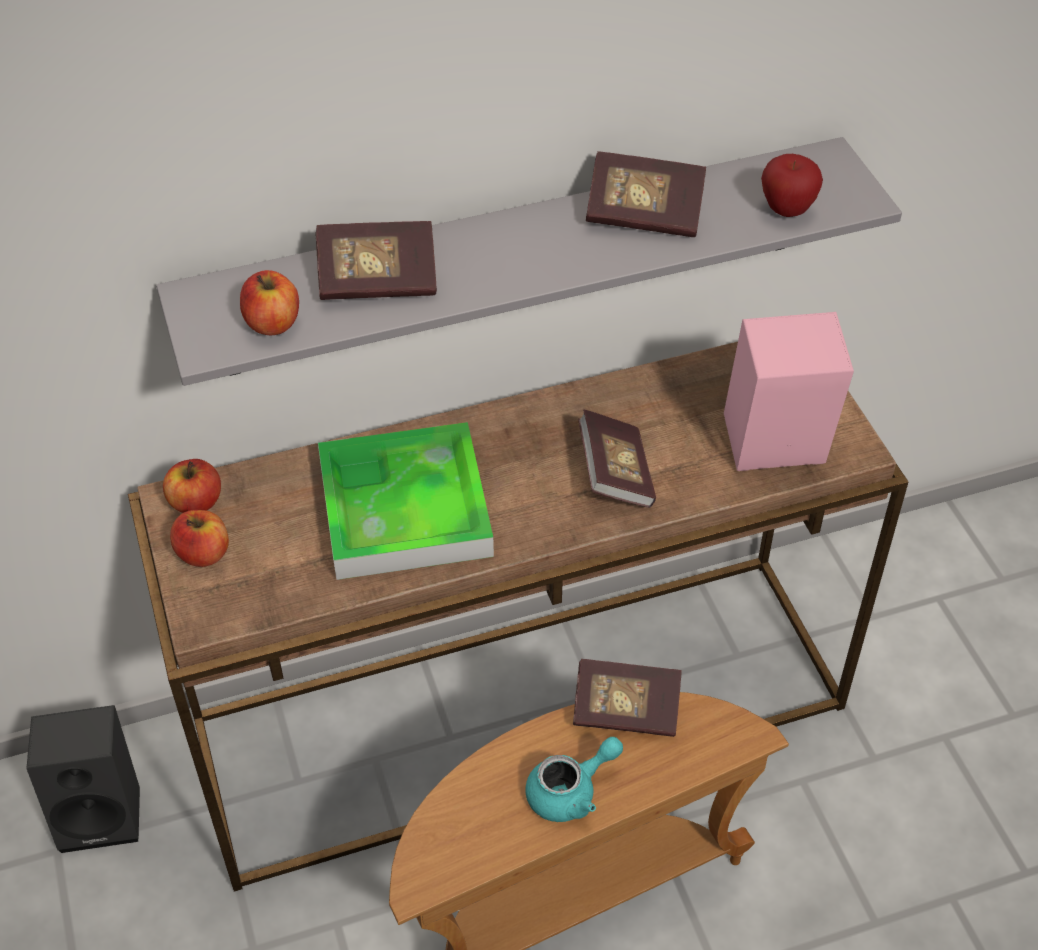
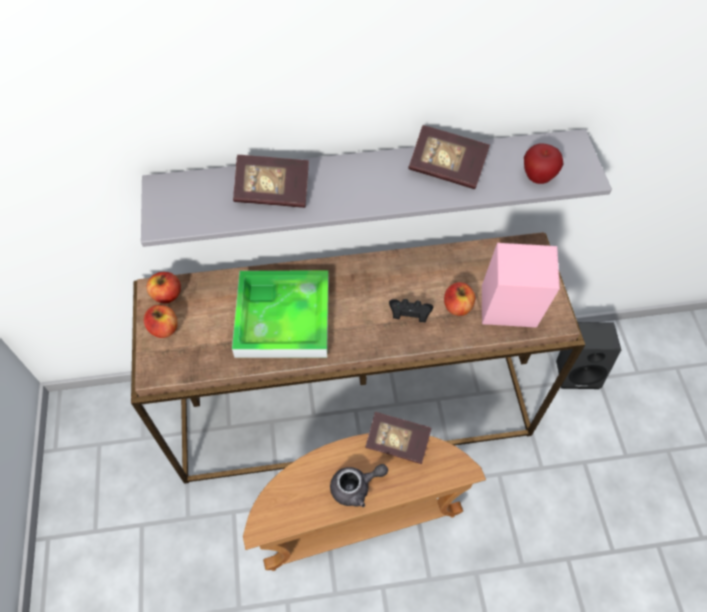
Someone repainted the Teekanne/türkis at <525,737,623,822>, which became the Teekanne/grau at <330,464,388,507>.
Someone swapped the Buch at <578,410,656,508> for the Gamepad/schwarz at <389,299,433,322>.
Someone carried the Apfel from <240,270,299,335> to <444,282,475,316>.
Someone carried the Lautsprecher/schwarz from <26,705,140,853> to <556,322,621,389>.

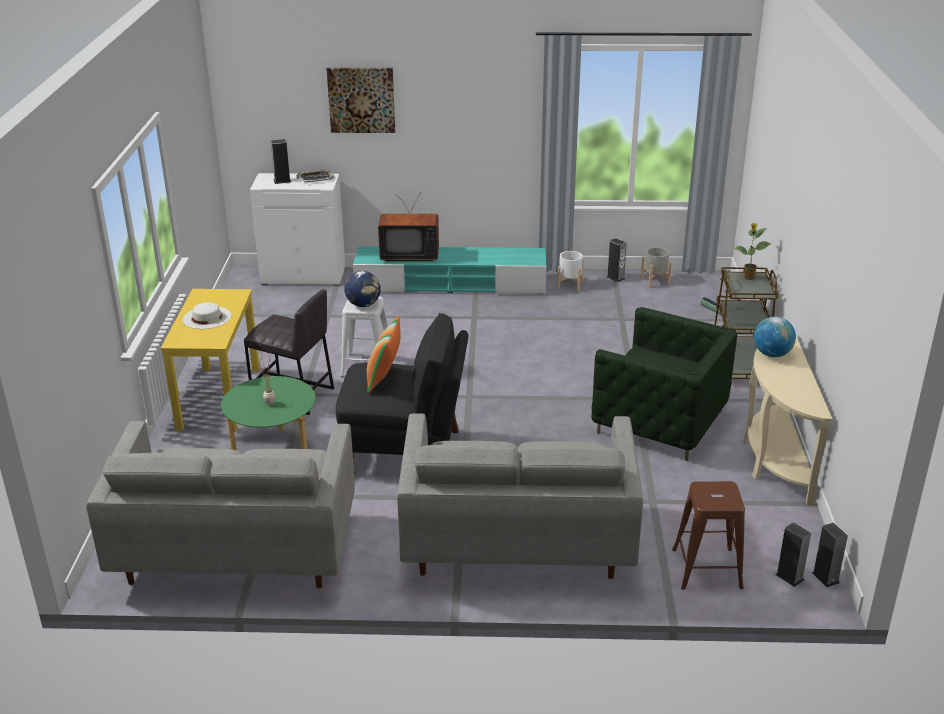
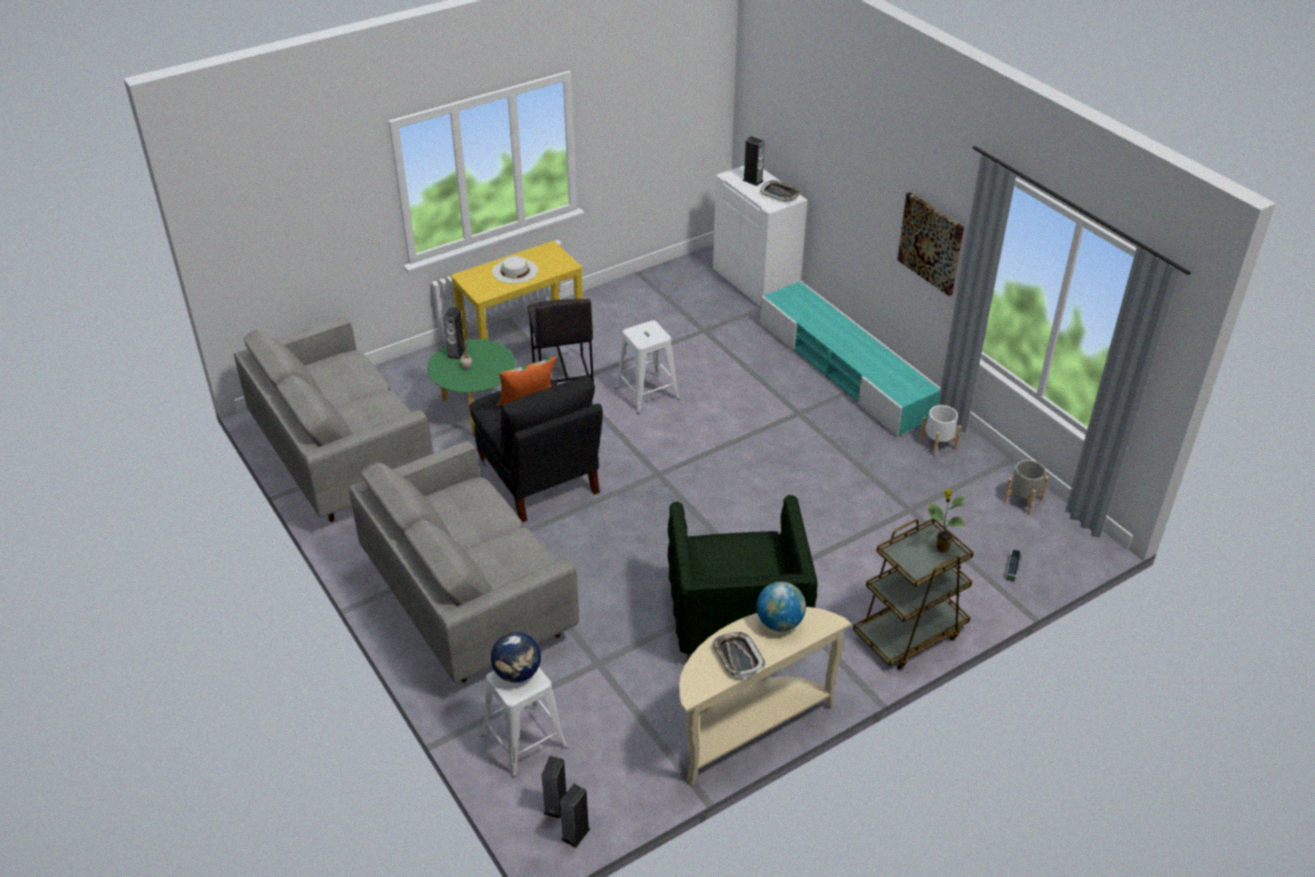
Someone carried the Lautsprecher from <607,238,627,282> to <444,307,465,359>.
Someone repainted the Hocker/braun at <672,481,745,590>, which became the Hocker/weiß at <481,668,568,777>.
Someone carried the Globus from <344,271,381,307> to <491,632,541,683>.
Someone put down the Tablett at <712,632,766,678>.
Someone carried the Bild from <327,68,395,133> to <897,192,964,296>.
Someone took away the Fernseher at <378,193,439,261>.

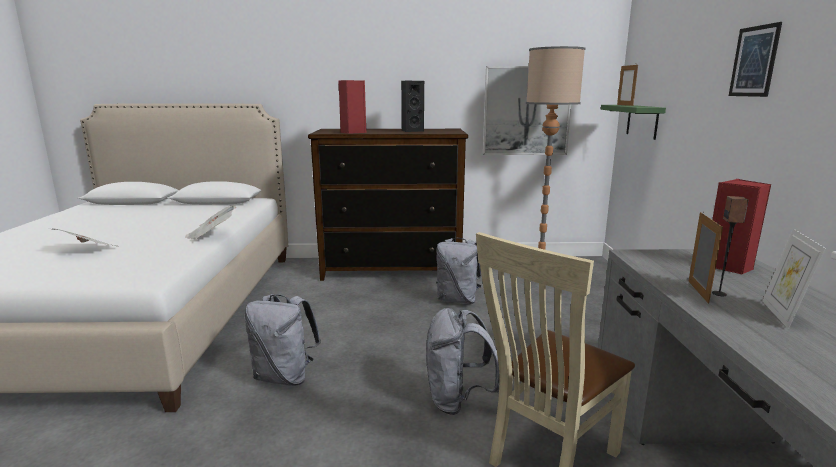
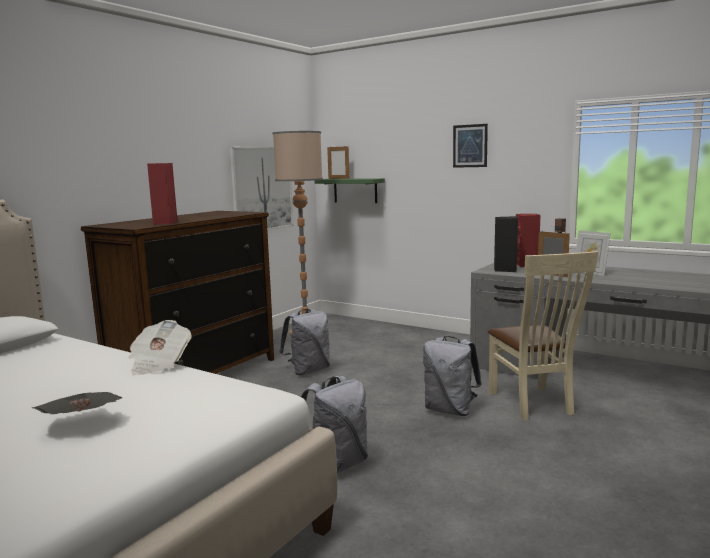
Someone carried the Lautsprecher/schwarz from <401,81,424,132> to <494,216,518,272>.

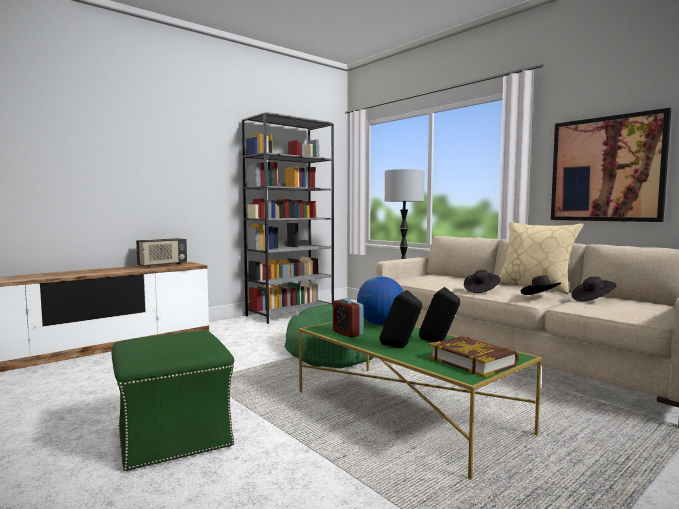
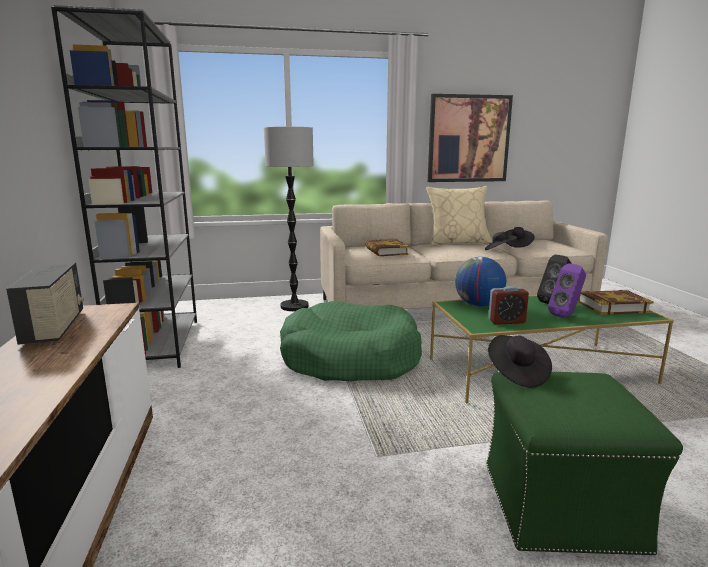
Someone put down the Buch at <365,239,409,256>.
Someone carried the Hut/schwarz from <464,270,500,293> to <488,335,552,388>.
Someone repainted the Lautsprecher/schwarz at <379,290,422,348>, which became the Lautsprecher/lila at <548,264,586,318>.

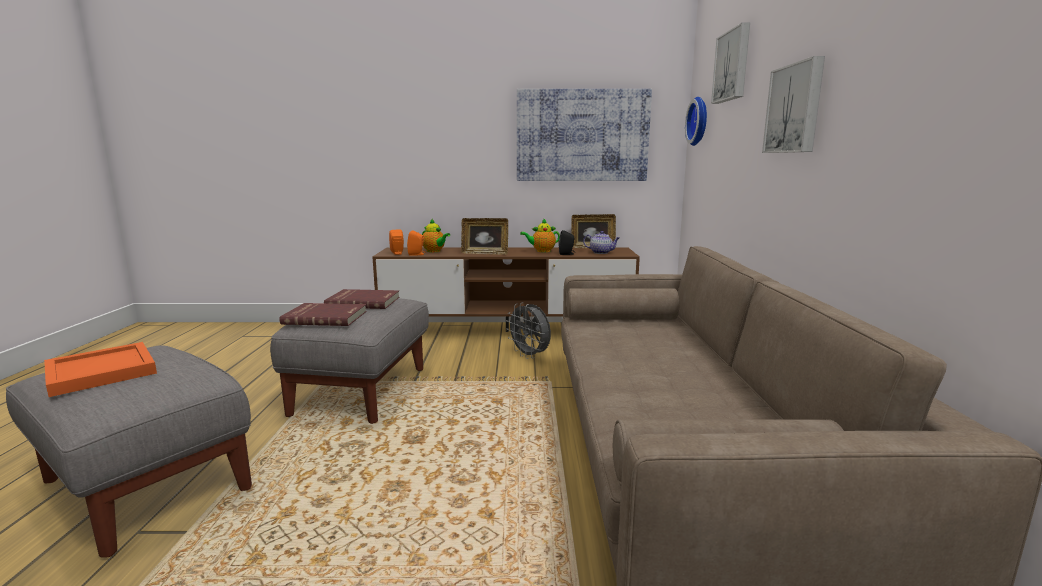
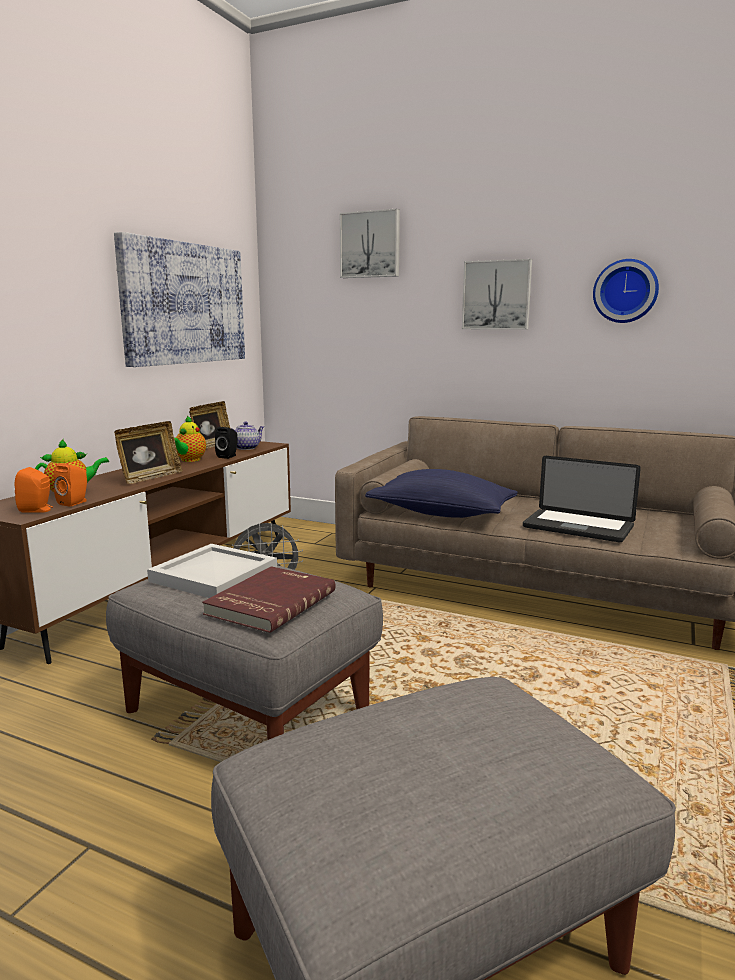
Someone swapped the Buch/rot at <324,289,399,309> for the Tablett/weiß at <147,544,277,598>.
Someone put down the Kissen/blau at <365,469,518,518>.
Someone put down the Laptop at <523,456,641,542>.
Someone carried the Wanduhr from <685,97,707,146> to <593,259,659,323>.
Someone took away the Tablett/orange at <44,342,157,397>.

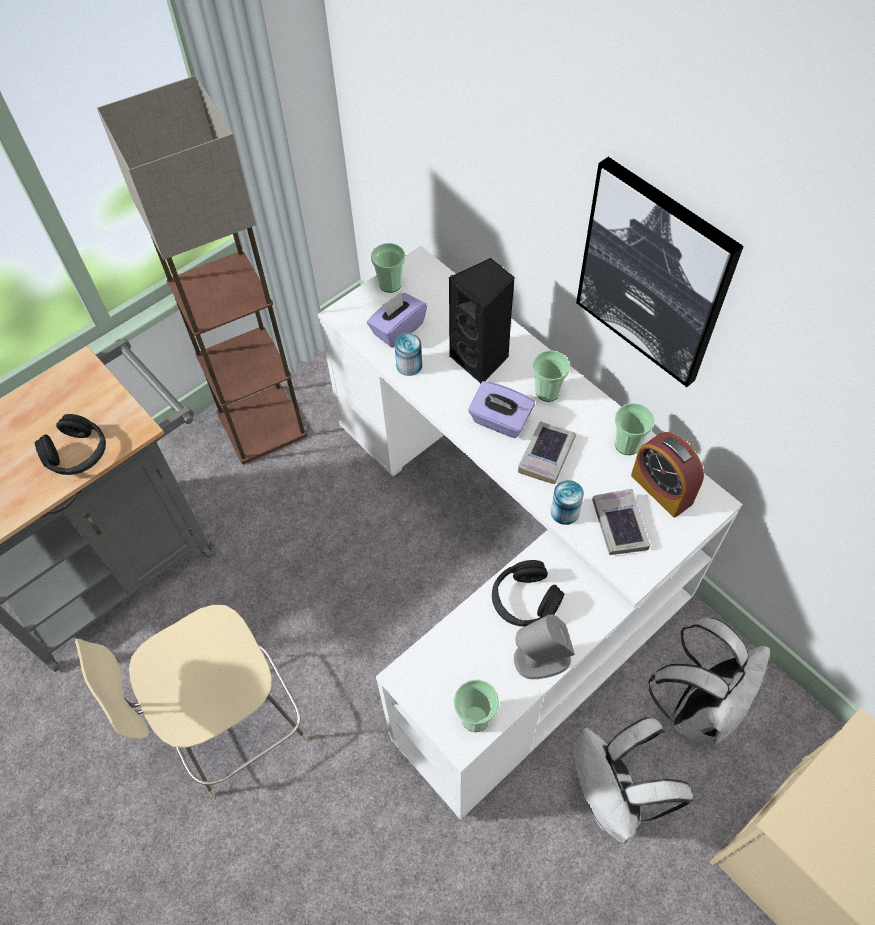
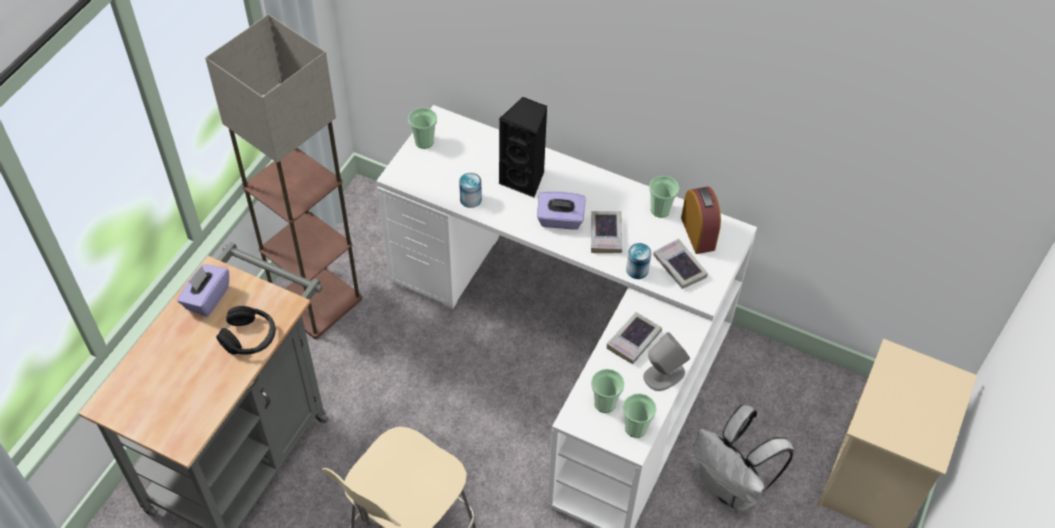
Someone carried the Taschentuchbox/lila from <367,292,427,348> to <177,264,229,317>.
Someone carried the Tasse from <532,350,570,402> to <591,369,624,413>.
Someone swapped the Kopfhörer/schwarz at <492,560,564,626> for the Buch at <607,312,662,364>.
Someone rotated the Wecker at <631,432,704,518> by 135 degrees counterclockwise.
Someone took away the Bild at <576,157,744,387>.
Someone took away the Rucksack/weiß at <648,618,770,744>.

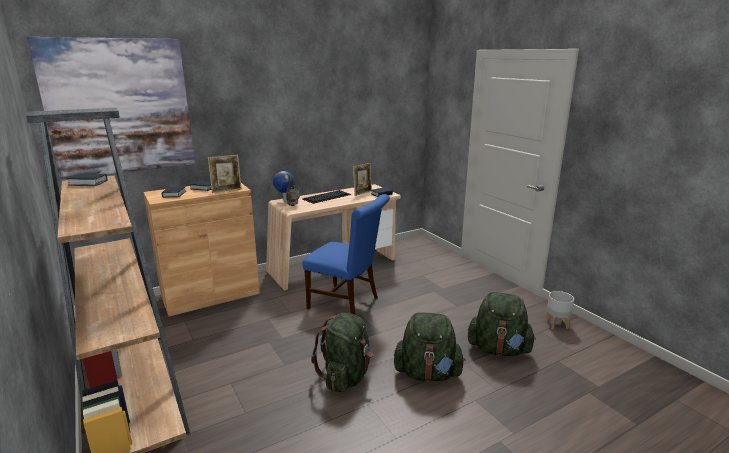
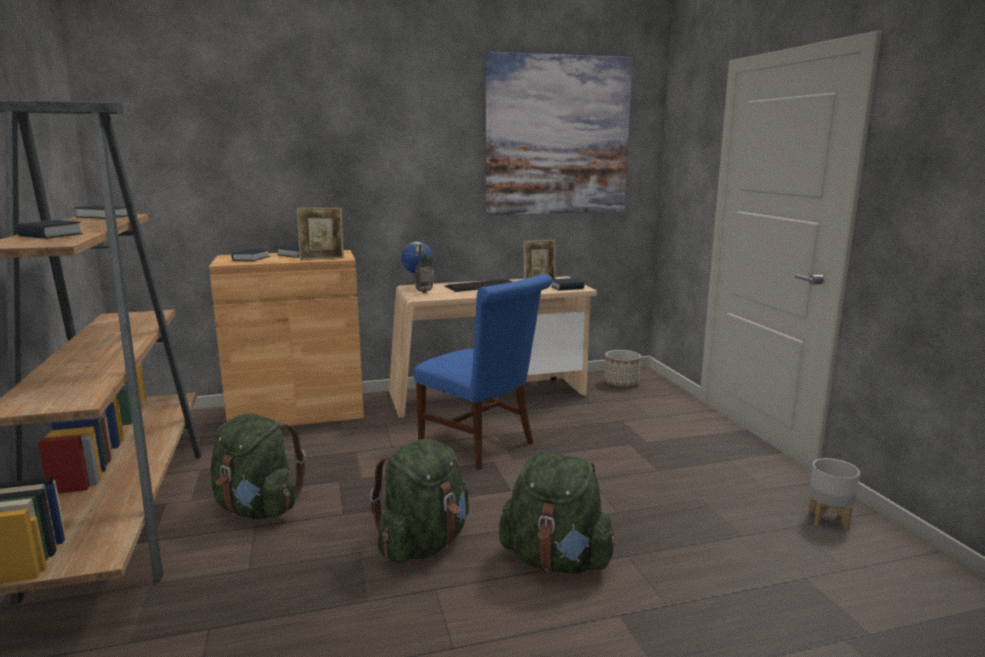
Someone put down the Buch at <16,220,83,239>.
Someone carried the Rucksack/grün from <468,292,536,356> to <210,414,306,519>.
Someone carried the Bild from <27,37,195,179> to <486,52,633,215>.
Someone put down the Pflanzkübel at <604,350,641,387>.

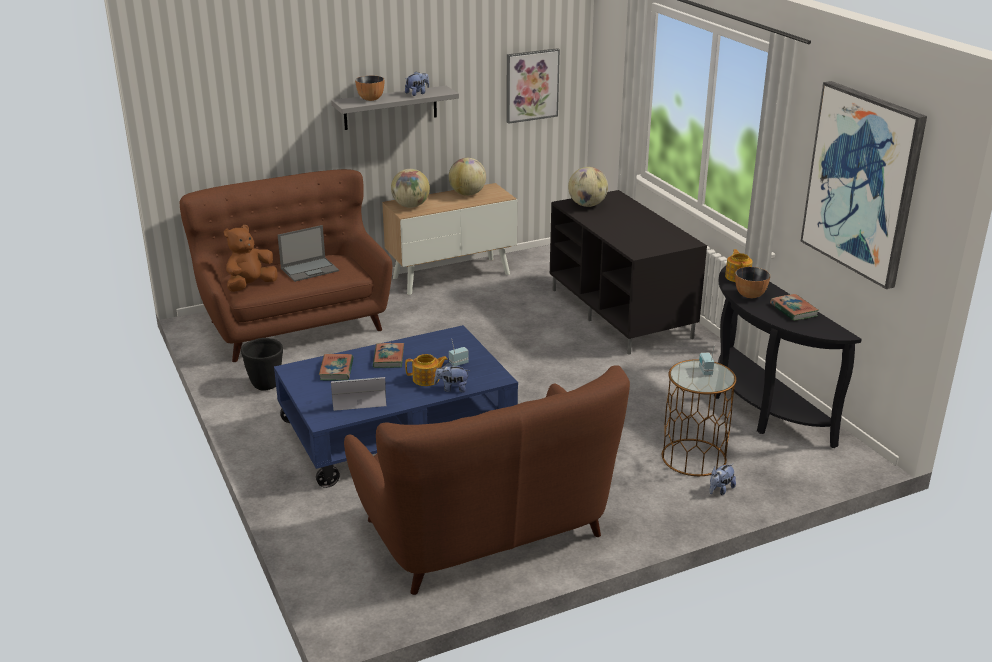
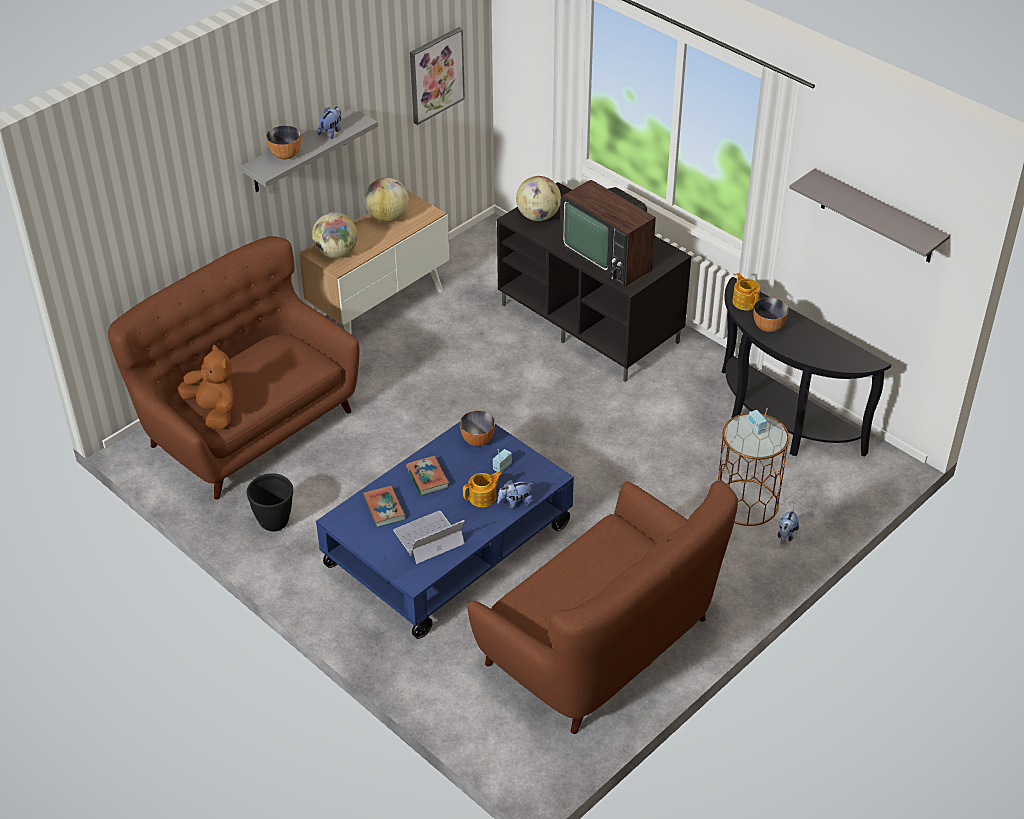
Someone rotated the Plüschtier/braun at <224,225,278,292> by 120 degrees clockwise.
Someone put down the Schüssel at <460,410,495,446>.
Someone put down the Fernseher at <560,180,656,287>.
Someone swapped the Bild at <801,81,927,289> for the Wandregal/grau at <789,168,950,262>.
Someone took away the Laptop at <278,225,339,282>.
Someone took away the Buch at <770,294,819,321>.

